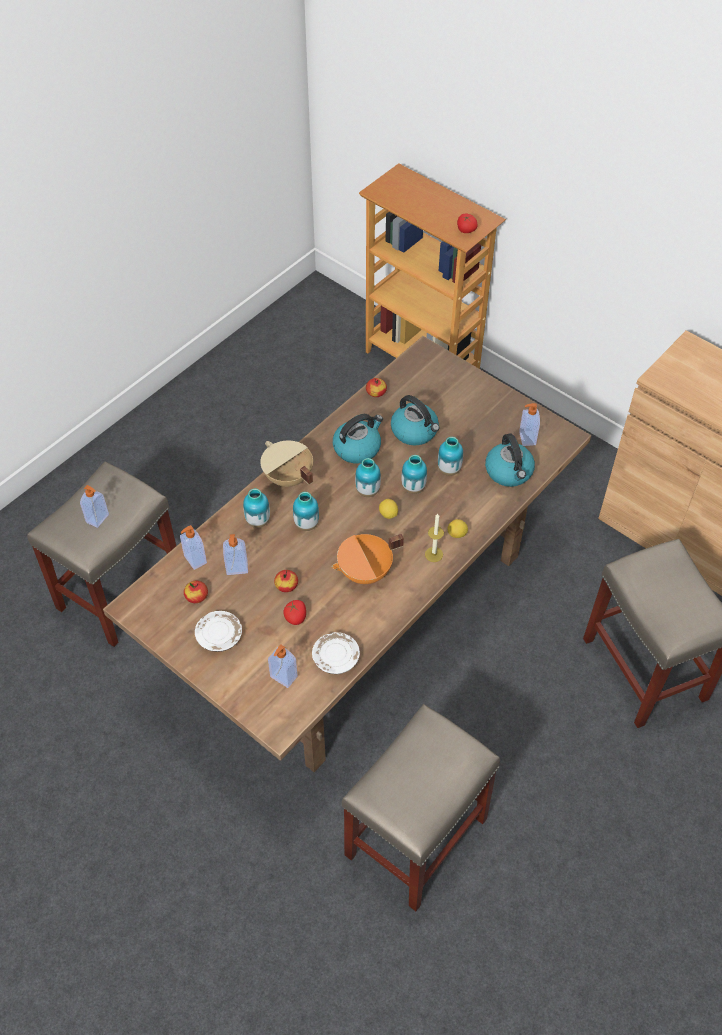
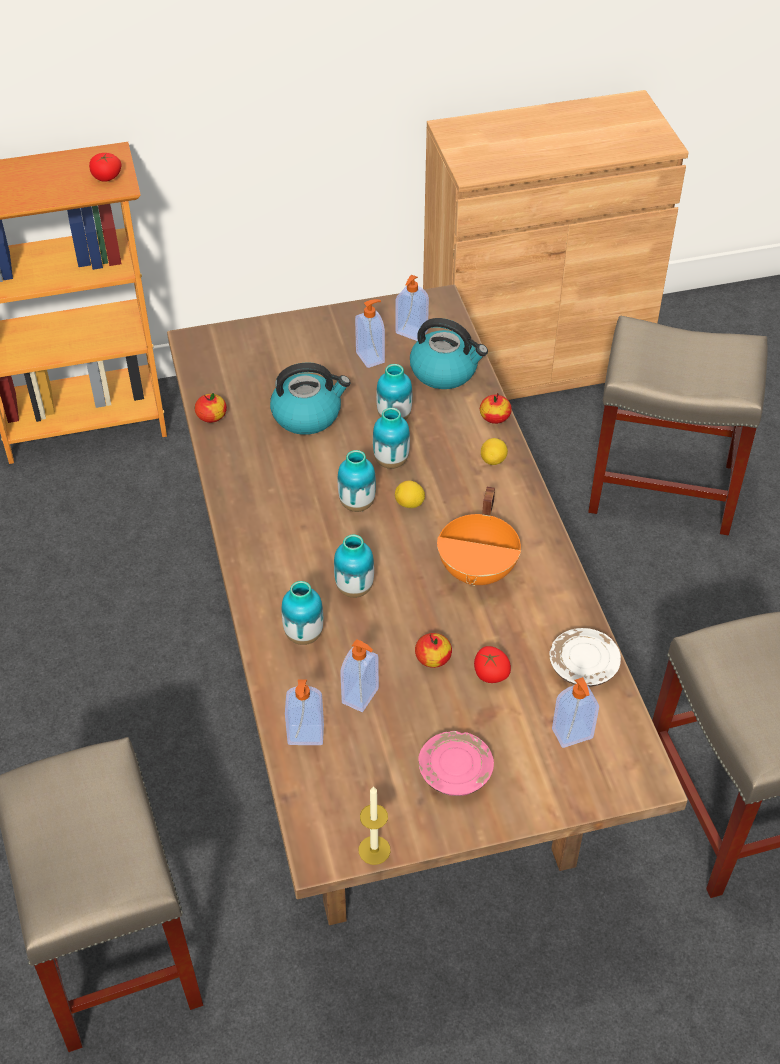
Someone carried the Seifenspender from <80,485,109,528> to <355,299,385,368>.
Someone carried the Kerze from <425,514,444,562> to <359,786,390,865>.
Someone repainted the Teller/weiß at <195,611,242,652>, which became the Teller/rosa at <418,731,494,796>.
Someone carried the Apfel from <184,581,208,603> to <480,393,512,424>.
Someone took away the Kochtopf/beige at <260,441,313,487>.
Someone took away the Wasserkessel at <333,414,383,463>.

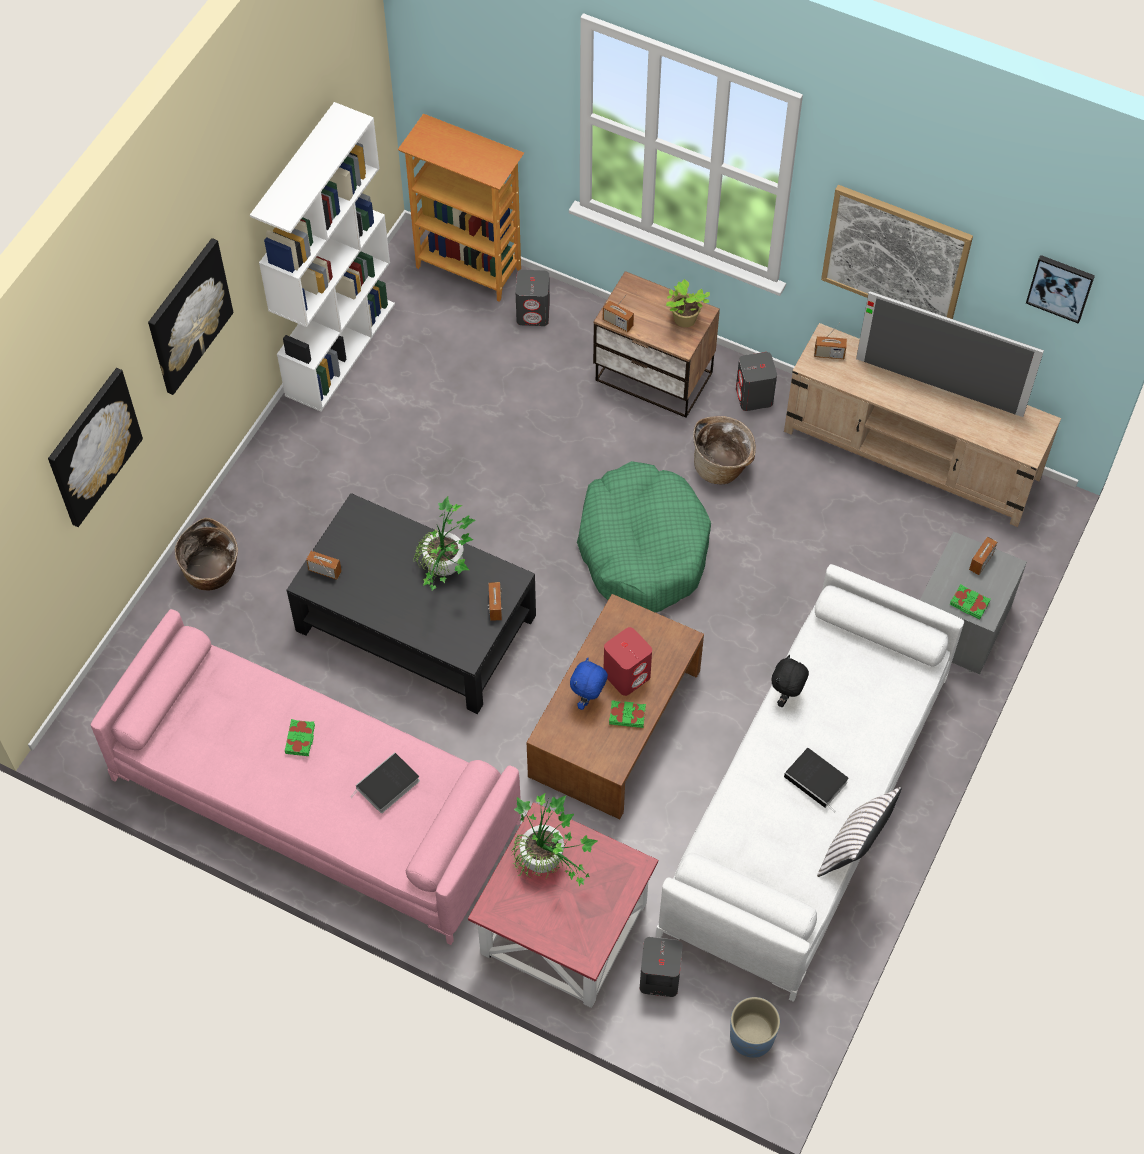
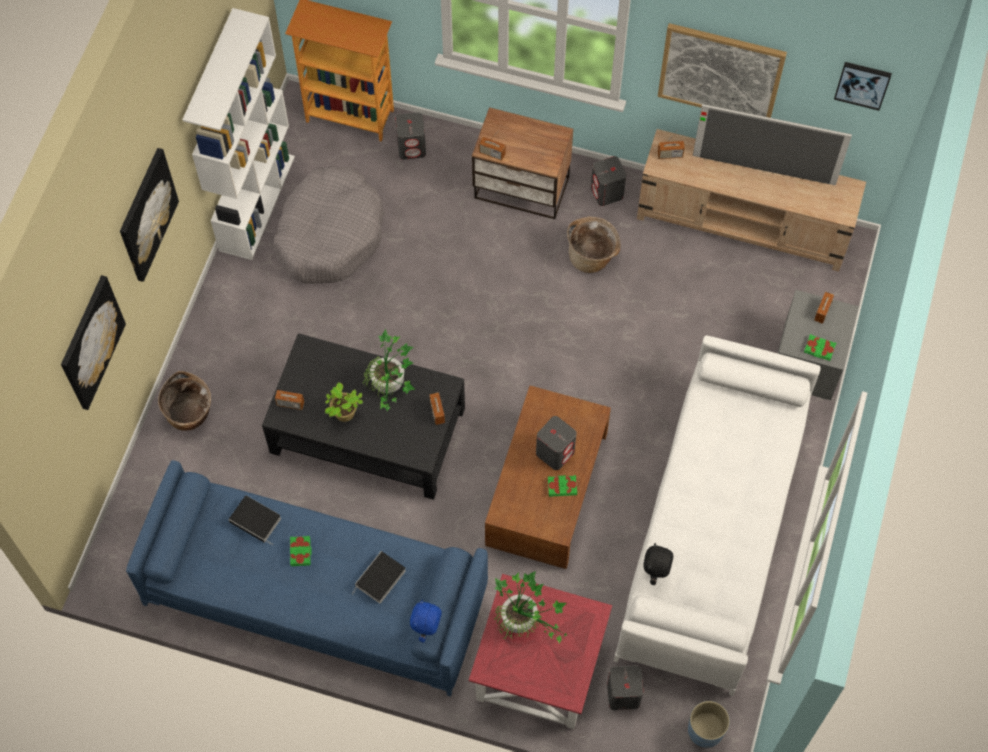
Someone repainted the Sofa/rosa at <91,609,521,945>, which became the Sofa/blau at <126,460,488,697>.
Someone carried the Buch from <784,748,849,812> to <228,496,281,545>.
Someone put down the Hundebett/grau at <273,166,384,284>.
Someone carried the Topfpflanze from <666,279,710,327> to <325,382,363,422>.
Someone carried the Plüschtier/blau from <570,658,608,710> to <410,599,442,643>.
Someone repainted the Lautsprecher/rot at <604,627,652,696>, which became the Lautsprecher/grau at <536,416,577,470>.
Someone carried the Plüschtier/schwarz from <772,654,809,707> to <643,543,673,585>.
Someone took away the Hundebett/grün at <577,461,711,612>.
Someone took away the Kissen/weiß at <817,787,901,877>.

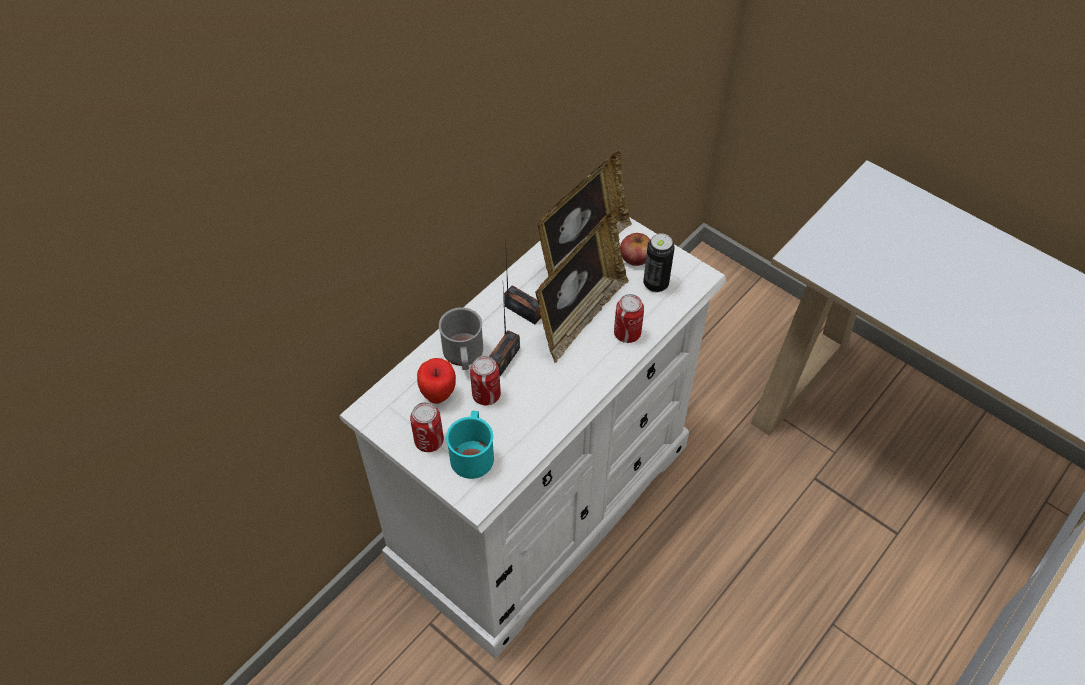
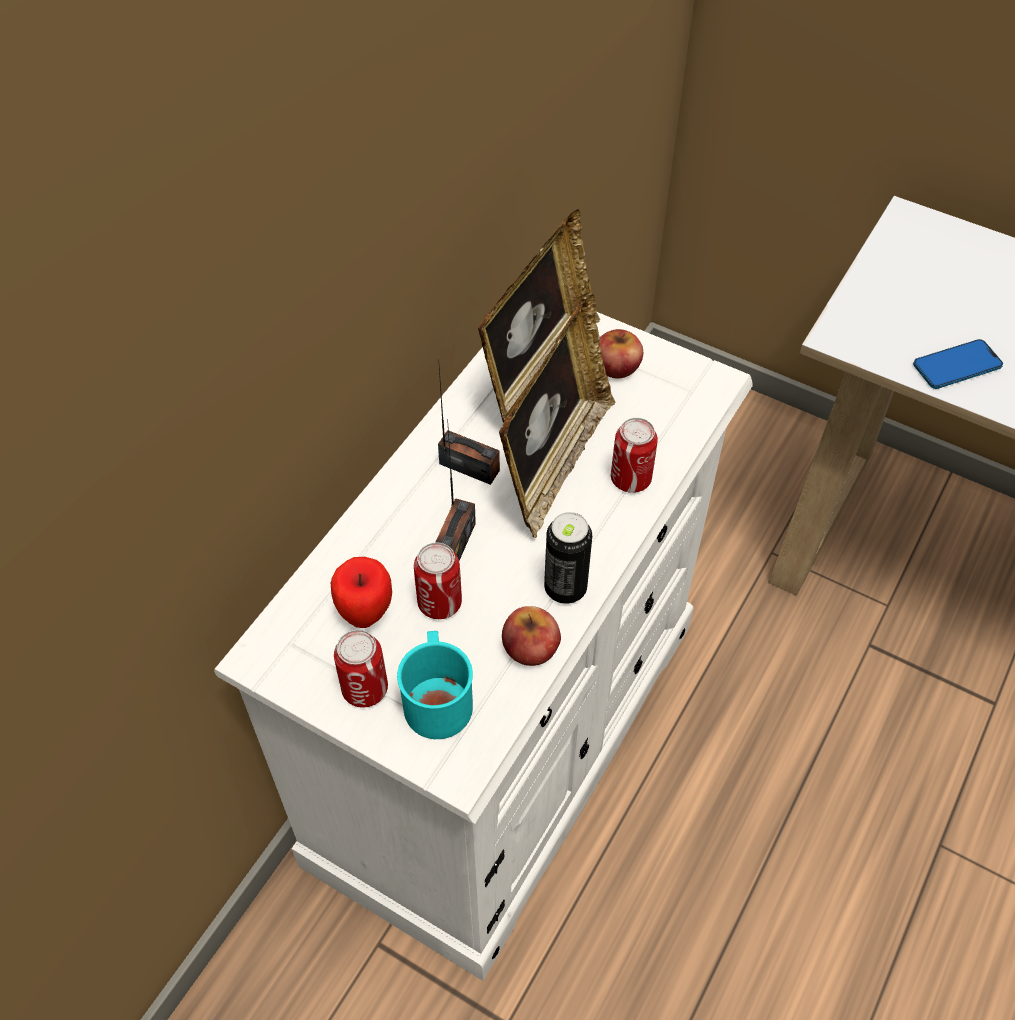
Someone put down the Apfel at <502,606,561,666>.
Someone carried the Dose from <643,233,675,292> to <544,512,592,604>.
Someone put down the Handy at <913,339,1003,389>.
Someone took away the Henkelbecher/grau at <439,307,483,370>.

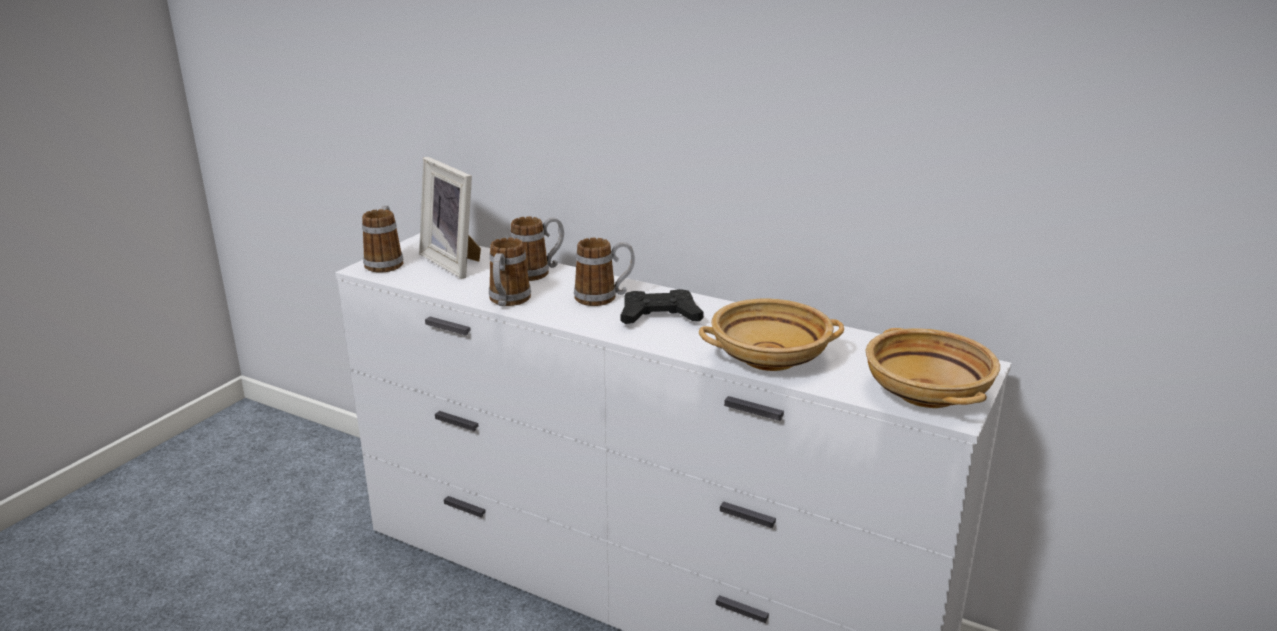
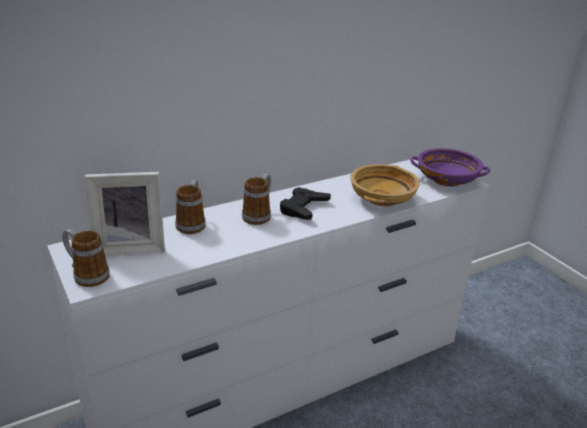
Someone repainted the Schüssel/beige at <866,328,1000,408>, which became the Schüssel/lila at <410,148,490,187>.
Someone took away the Henkelbecher at <489,238,531,306>.

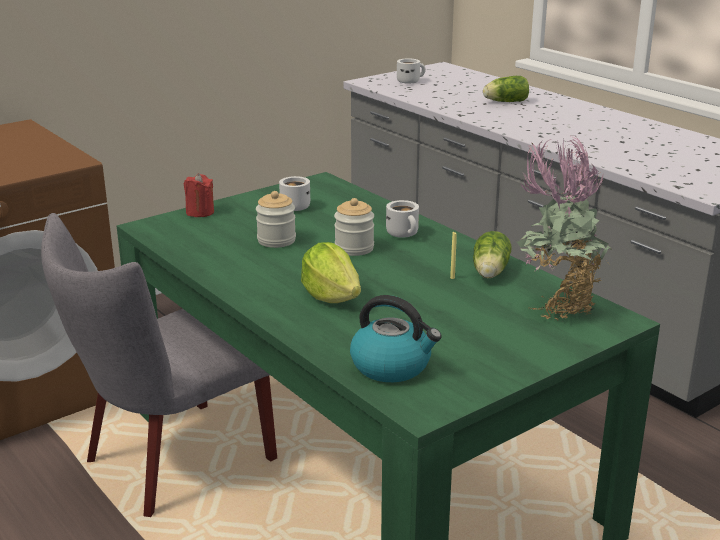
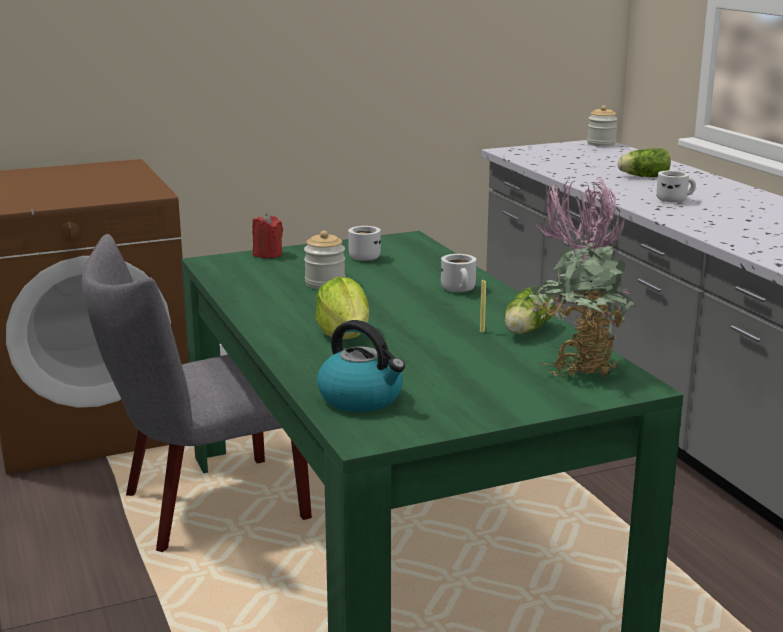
Someone carried the Vorratsglas from <334,198,374,256> to <587,105,618,147>.
Someone carried the Henkelbecher/weiß from <397,59,426,84> to <656,170,696,202>.

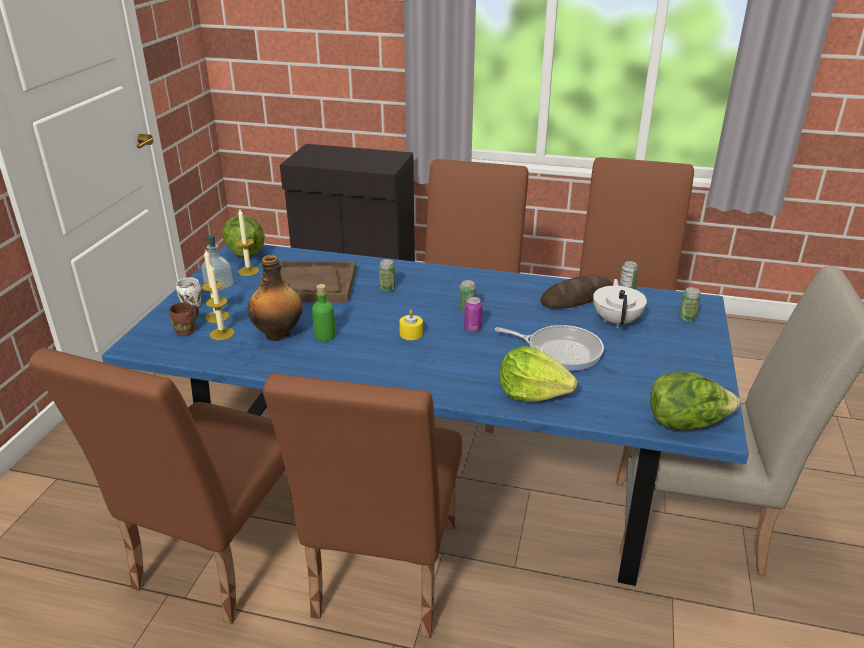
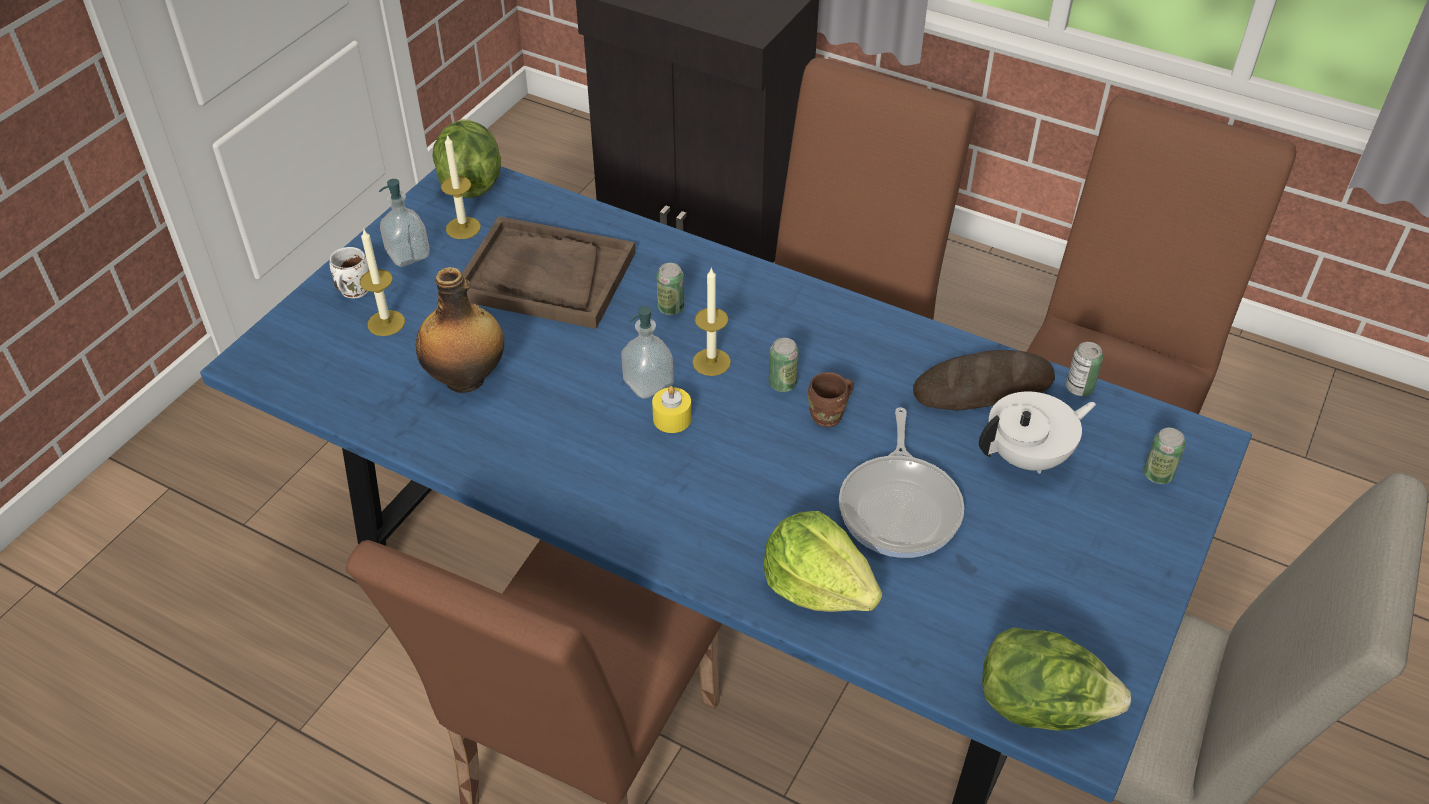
Someone put down the Seifenspender at <621,306,674,399>.
Someone carried the Kerze from <206,265,234,340> to <692,267,731,376>.
Someone carried the Henkelbecher/braun from <169,302,199,336> to <808,372,854,427>.
Someone rotated the Pfanne at <495,325,604,371> by 60 degrees clockwise.
Someone rotated the Teekanne/weiß at <593,279,647,328> by 45 degrees clockwise.
Someone took away the Stuhl/braun at <29,348,294,624>.
Someone took away the Flasche/grün at <312,284,335,341>.
Someone took away the Dose at <464,297,482,332>.

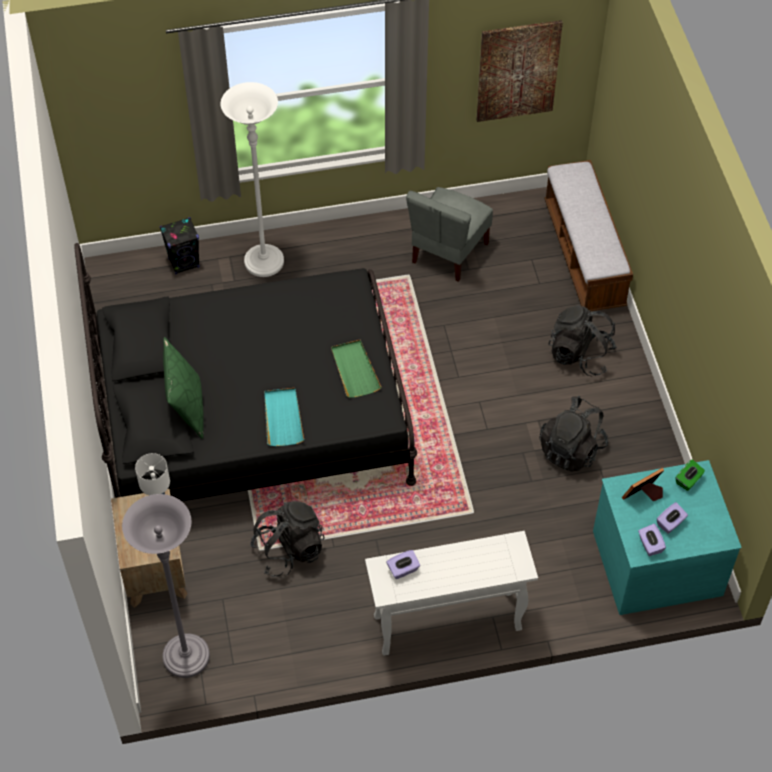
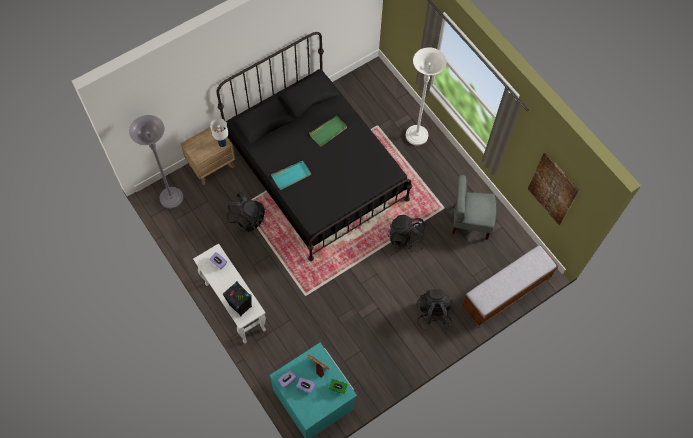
Someone carried the Lautsprecher/schwarz from <160,217,200,274> to <223,281,252,317>.
Someone carried the Tablett/grün from <331,340,381,398> to <309,116,347,146>.
Someone carried the Rucksack/schwarz from <539,396,608,472> to <388,215,427,253>.
Someone took away the Kissen/grün at <163,337,204,439>.

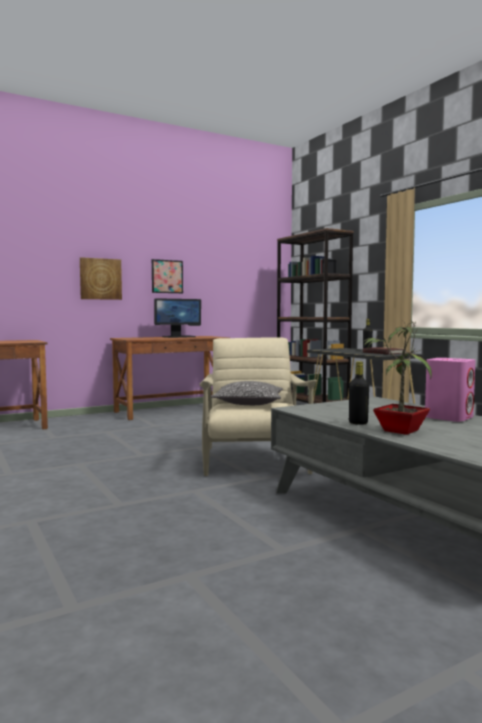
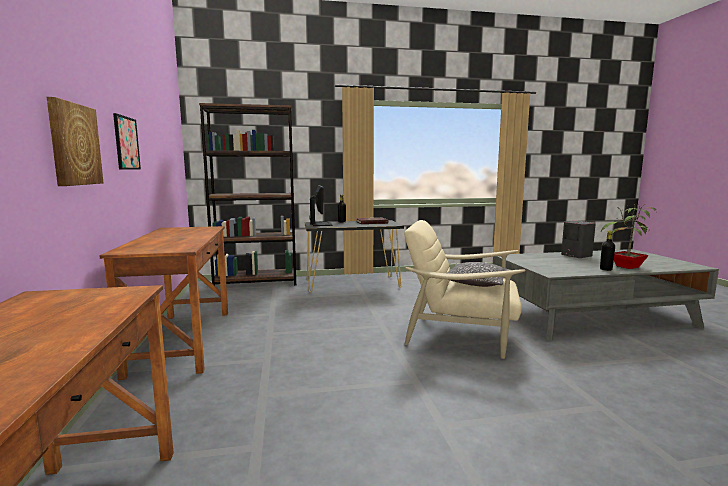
Someone carried the Monitor from <154,298,201,338> to <309,185,332,226>.
Someone repainted the Lautsprecher/rosa at <425,358,476,422>, which became the Lautsprecher/grau at <561,221,596,258>.

